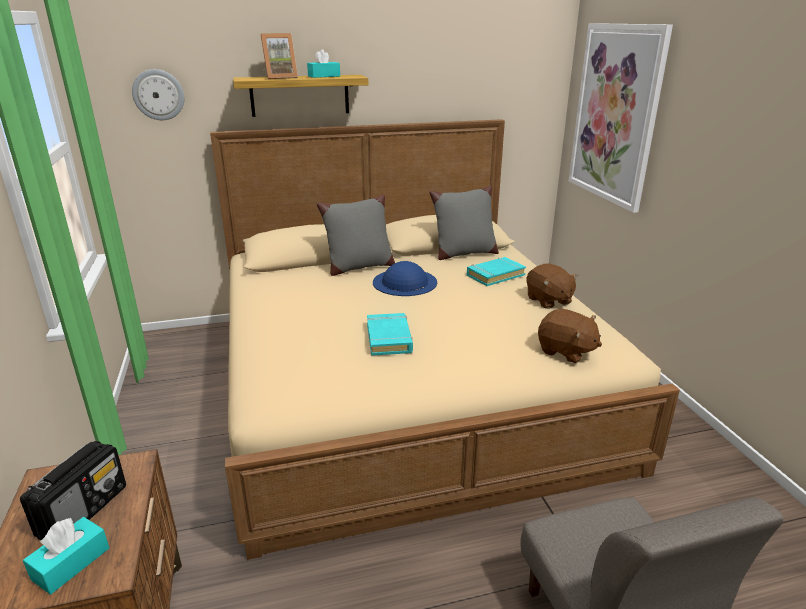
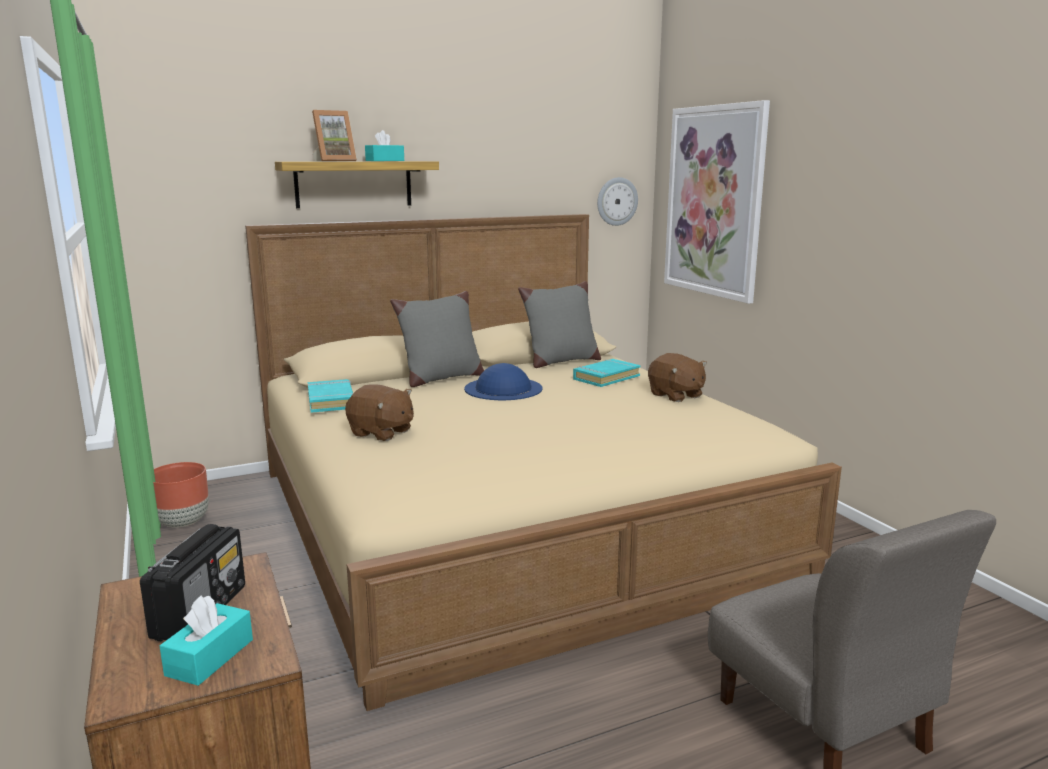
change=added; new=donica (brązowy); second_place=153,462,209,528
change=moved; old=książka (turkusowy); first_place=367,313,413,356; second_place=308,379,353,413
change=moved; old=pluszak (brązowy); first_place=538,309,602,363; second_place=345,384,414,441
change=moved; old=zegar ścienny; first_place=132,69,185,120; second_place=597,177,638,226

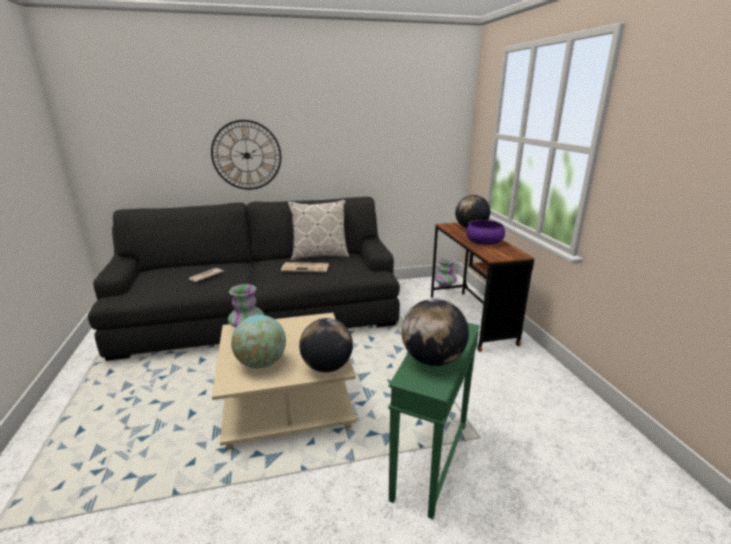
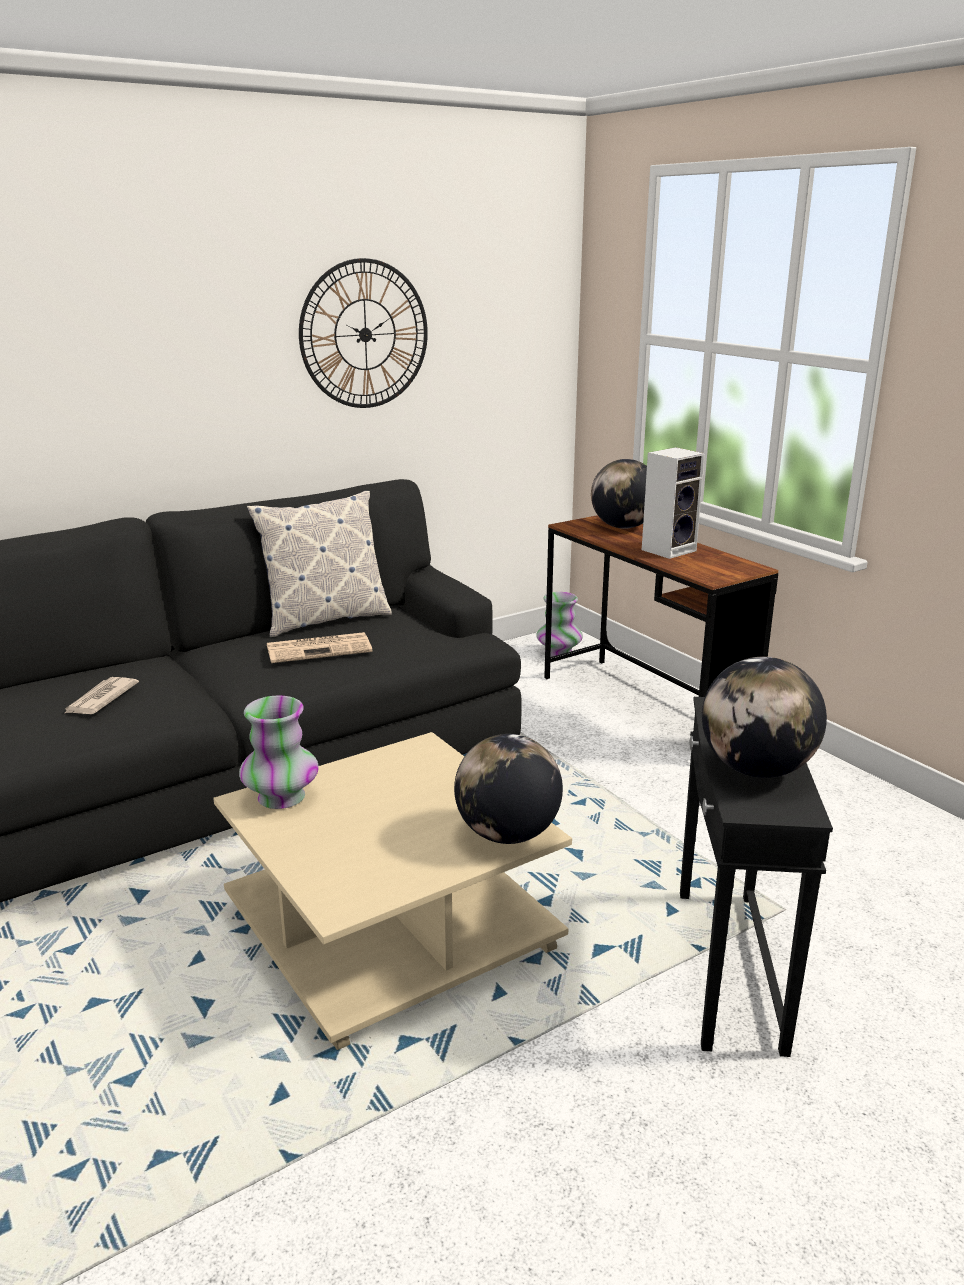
change=moved; old=zegar ścienny; first_place=211,120,281,190; second_place=299,258,428,408
change=replaced; old=miska (fioletowy); new=głośnik; first_place=466,220,505,245; second_place=642,447,705,559
change=recoloured; old=stolik (zielony); new=stolik (czarny); first_place=388,323,480,519; second_place=680,697,833,1057
change=removed; old=globus; first_place=231,315,286,369

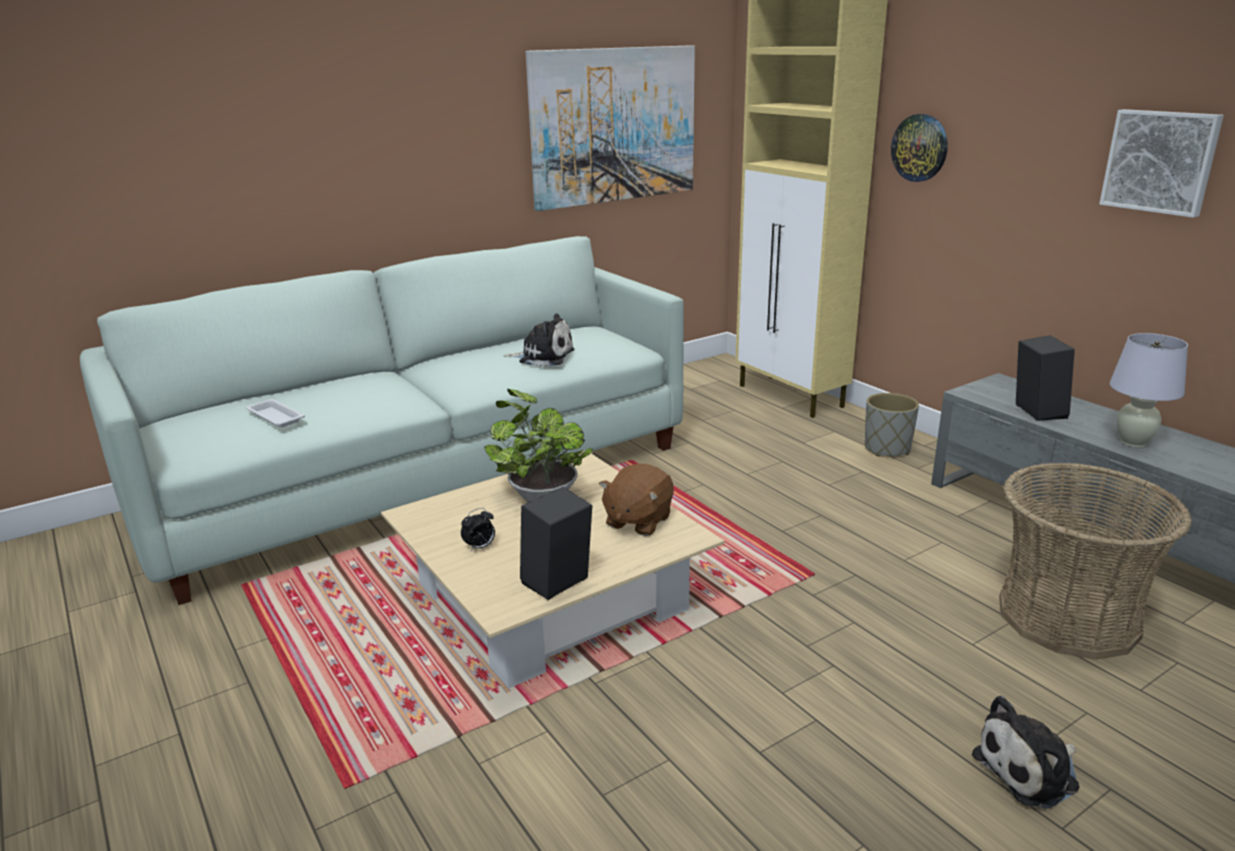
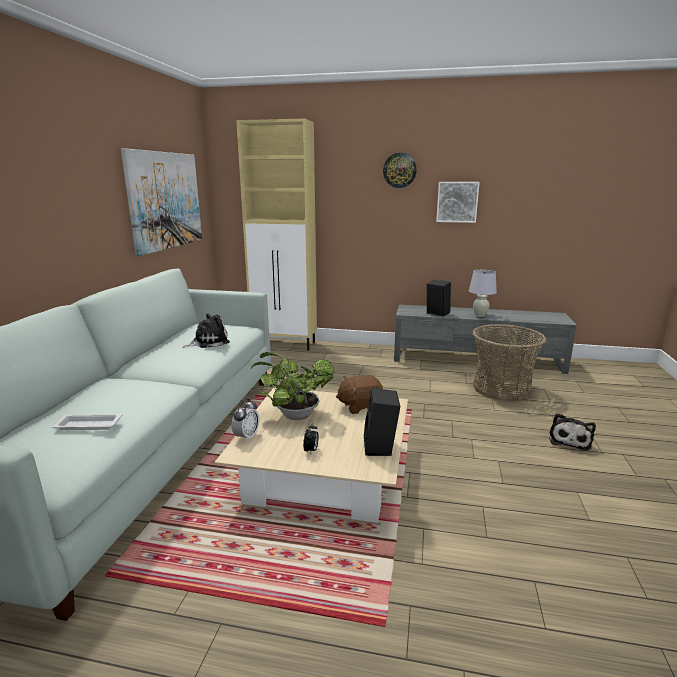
change=added; new=budzik; second_place=231,399,260,442
change=turned; old=pluszak (brązowy); first_place=599,464,674,536; second_place=336,375,383,414; degrees=90
change=moved; old=zegar ścienny; first_place=891,114,948,182; second_place=383,153,417,188
change=removed; old=donica (szary); first_place=865,393,919,457

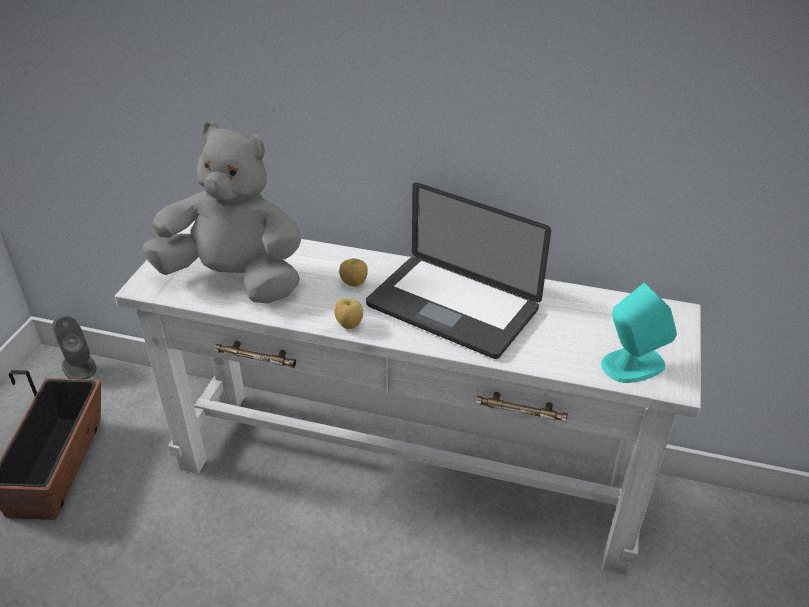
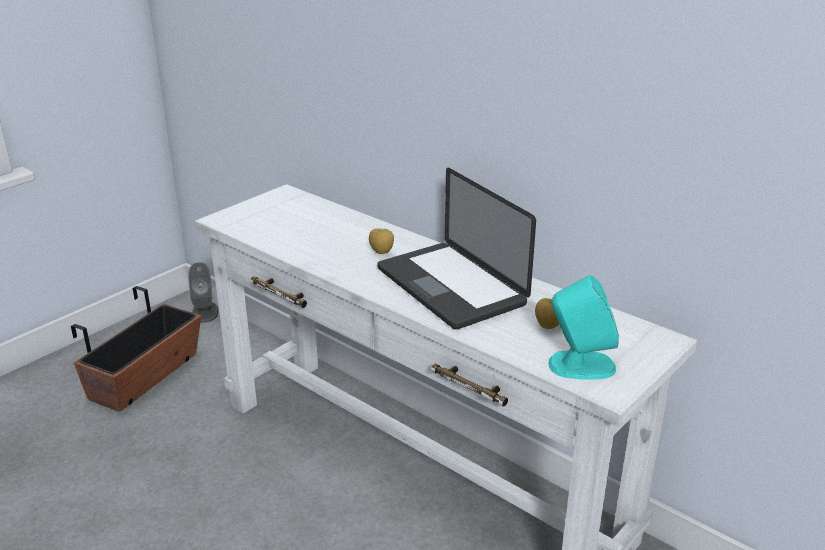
change=moved; old=jabłko; first_place=334,299,363,329; second_place=535,298,559,329
change=removed; old=pluszak (szary); first_place=142,122,301,304

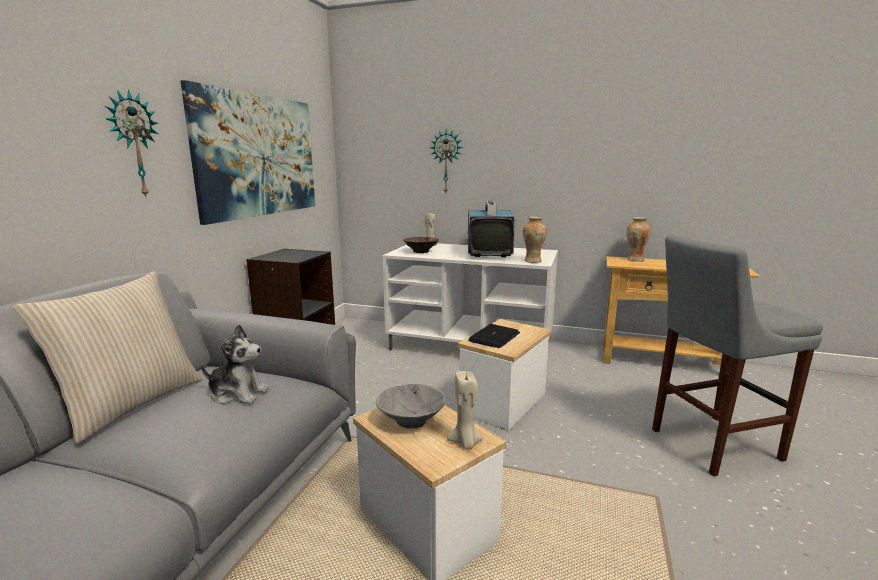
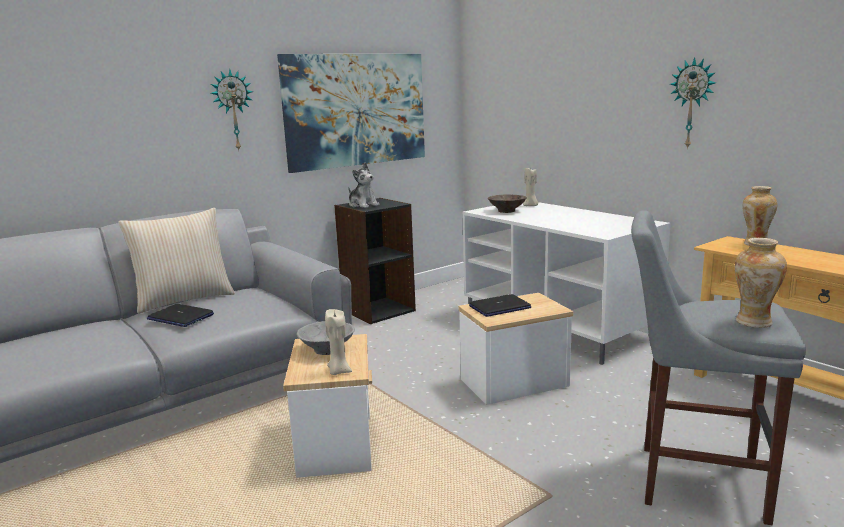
change=added; new=laptop; second_place=147,304,214,327
change=moved; old=pluszak; first_place=201,324,269,405; second_place=348,163,379,208
change=moved; old=zegar ścienny; first_place=429,129,463,193; second_place=670,57,716,149
change=moved; old=wazon; first_place=523,217,547,263; second_place=735,238,787,328
change=removed; old=telewizor; first_place=466,200,516,257

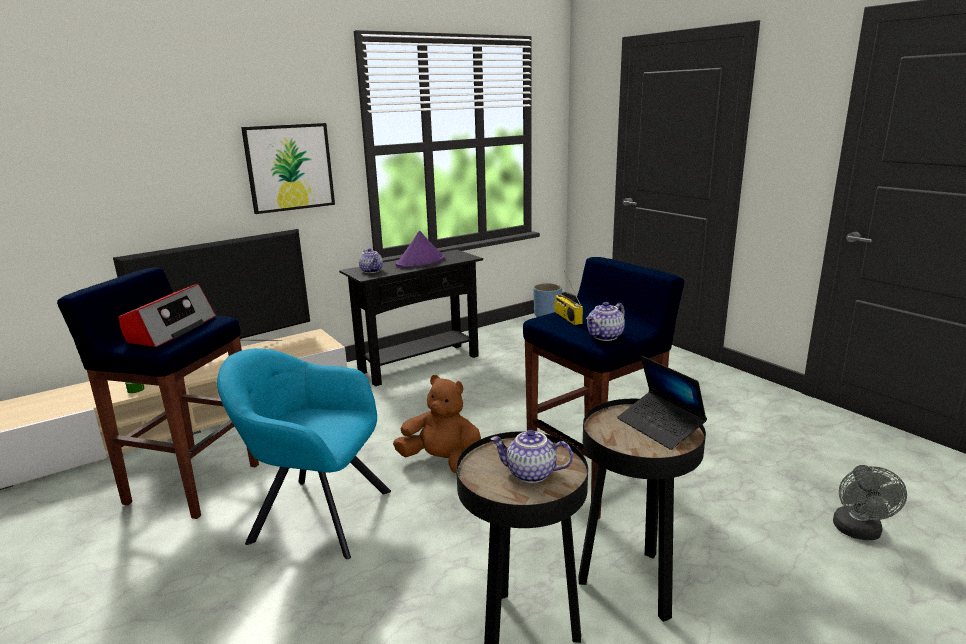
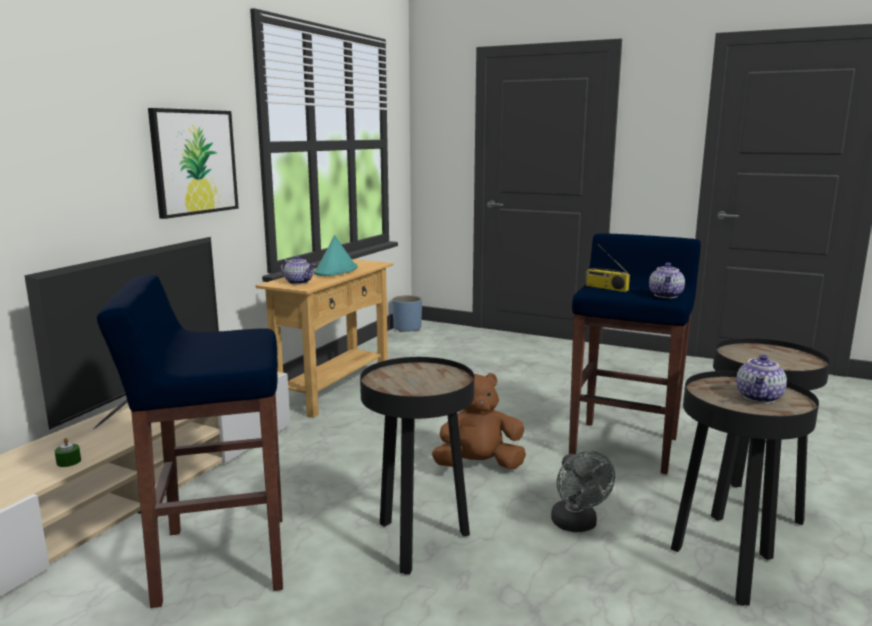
change=recoloured; old=stolik konsolowy (czarny); new=stolik konsolowy (beżowy); first_place=339,249,483,386; second_place=256,259,393,418
change=recoloured; old=kapelusz (fioletowy); new=kapelusz (turkusowy); first_place=396,231,445,267; second_place=313,235,357,276
change=replaced; old=fotel (turkusowy); new=stolik (czarny); first_place=217,348,391,559; second_place=360,357,474,575
change=moved; old=wentylator (szary); first_place=833,465,907,540; second_place=551,451,615,532
change=turned; old=imbryk; first_place=490,430,573,483; second_place=736,355,787,403; degrees=-45
change=removed; old=radio; first_place=118,284,216,347
change=removed; old=laptop; first_place=617,356,707,450

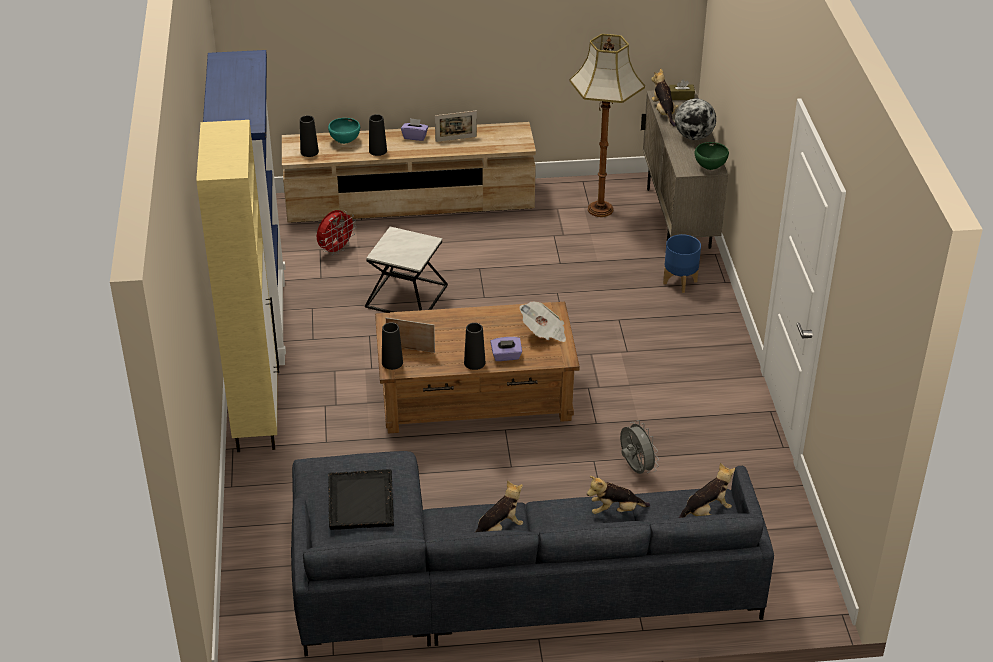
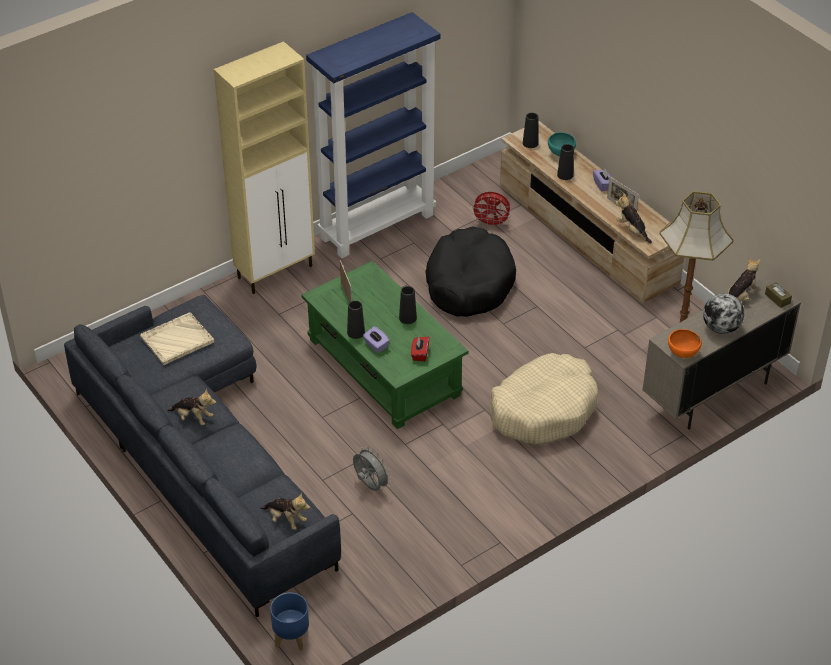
change=recoloured; old=taca (czarny); new=taca (beżowy); first_place=328,469,394,530; second_place=140,312,214,365
change=moved; old=donica (niebieski); first_place=663,234,701,293; second_place=270,593,309,651
change=recoloured; old=ława (brązowy); new=ława (zielony); first_place=375,302,580,434; second_place=301,261,468,429
change=turned; old=wentylator (szary); first_place=620,420,659,474; second_place=353,446,391,491; degrees=-75
change=moved; old=wazon (czarny); first_place=382,322,403,370; second_place=399,286,417,324
change=replaced; old=gazeta; new=pudełko chusteczek (czerwony); first_place=520,302,566,342; second_place=411,336,429,361
change=replaced; old=stolik; new=legowisko (czarny); first_place=365,227,448,313; second_place=425,226,516,317
change=added; new=legowisko (beżowy); second_place=489,353,598,444
change=moved; old=pluszak; first_place=587,476,650,514; second_place=615,193,652,243
change=recoloured; old=miska (zielony); new=miska (pomarańczowy); first_place=695,142,729,170; second_place=668,329,702,358

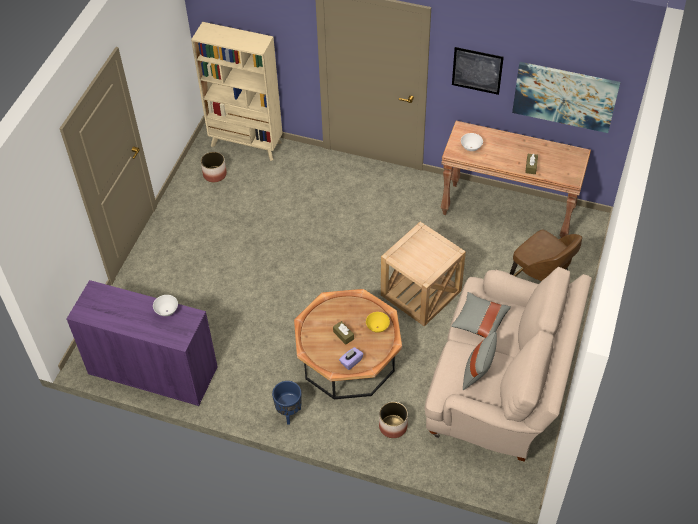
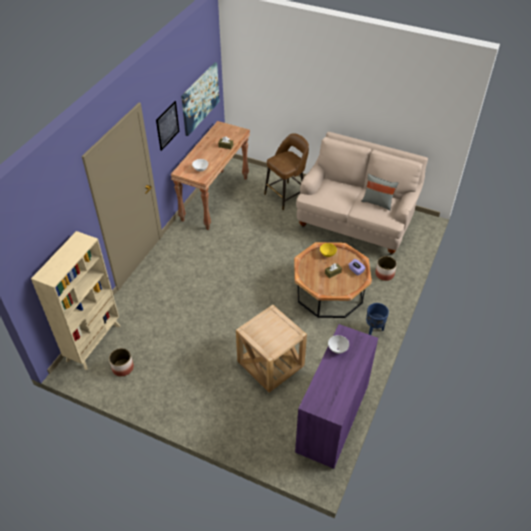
change=moved; old=stolik (beżowy); first_place=381,222,466,326; second_place=236,305,307,393
change=removed; old=poduszka (szary); first_place=451,292,511,338

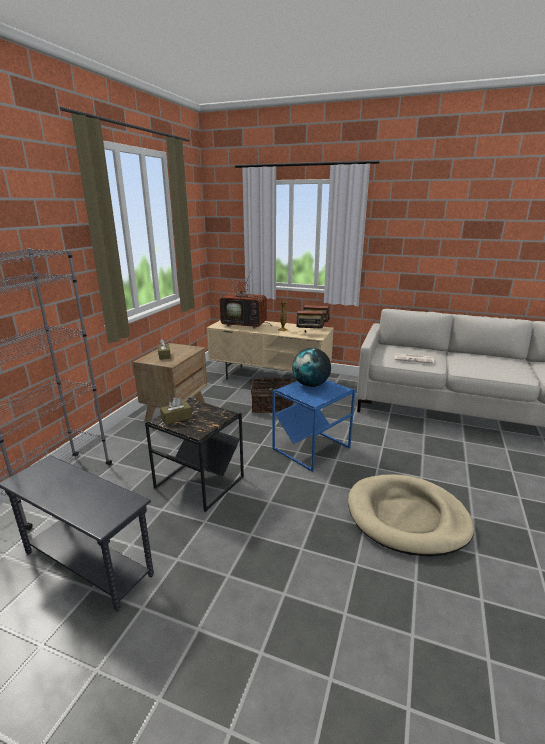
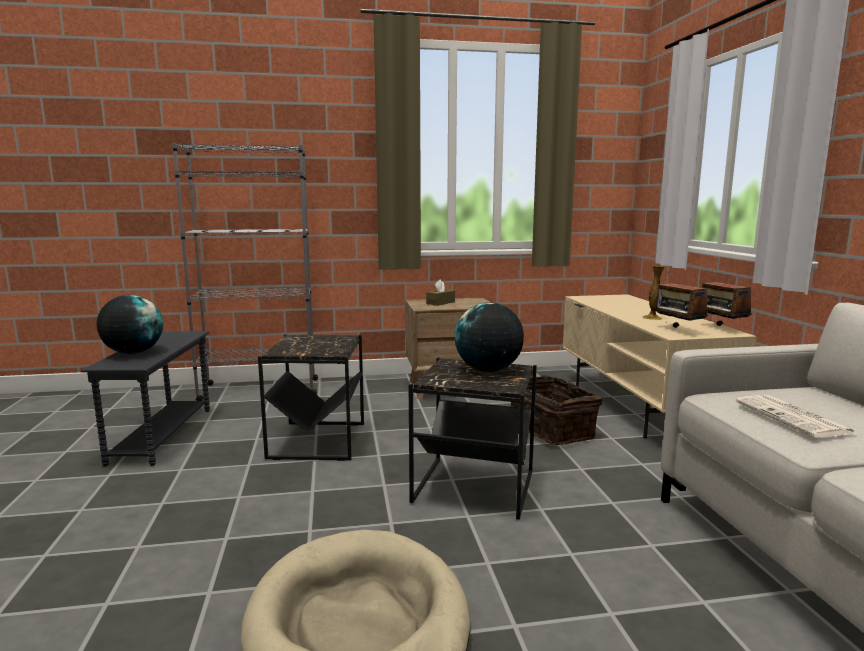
change=added; new=globus; second_place=97,295,163,354
change=recoloured; old=stolik (niebieski); new=stolik (czarny); first_place=273,380,355,472; second_place=409,357,537,520
change=removed; old=pudełko chusteczek (brązowy); first_place=160,397,192,425
change=removed; old=telewizor; first_place=220,269,272,328

